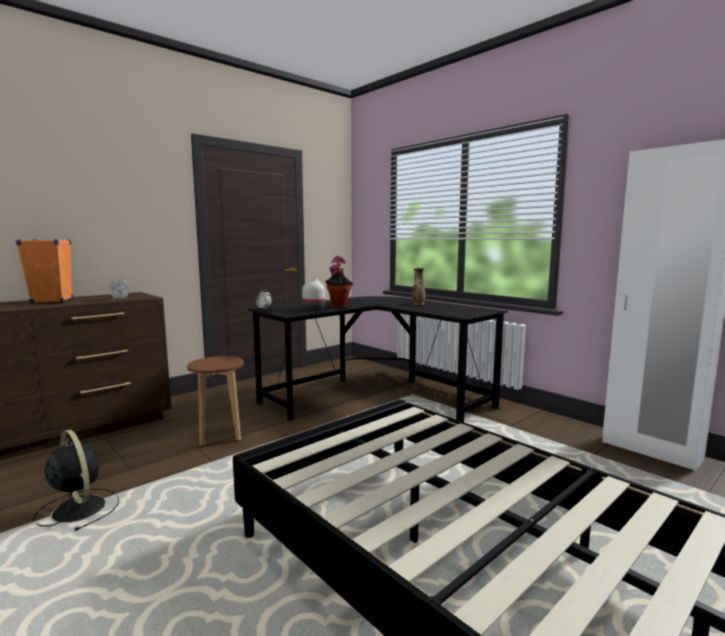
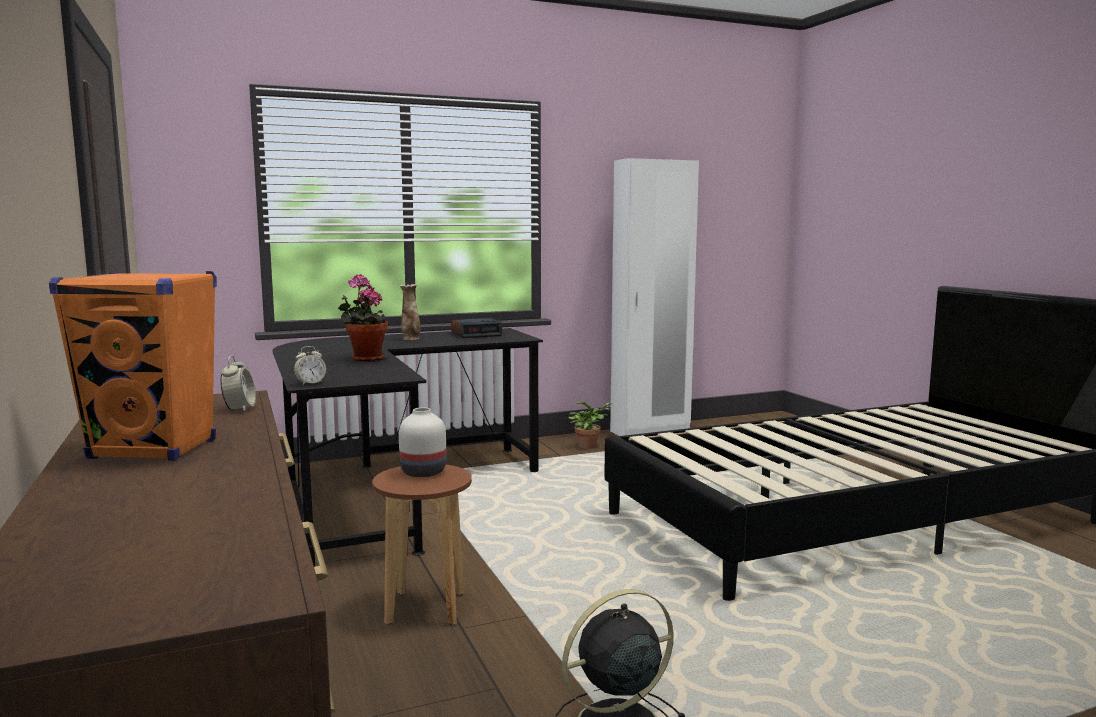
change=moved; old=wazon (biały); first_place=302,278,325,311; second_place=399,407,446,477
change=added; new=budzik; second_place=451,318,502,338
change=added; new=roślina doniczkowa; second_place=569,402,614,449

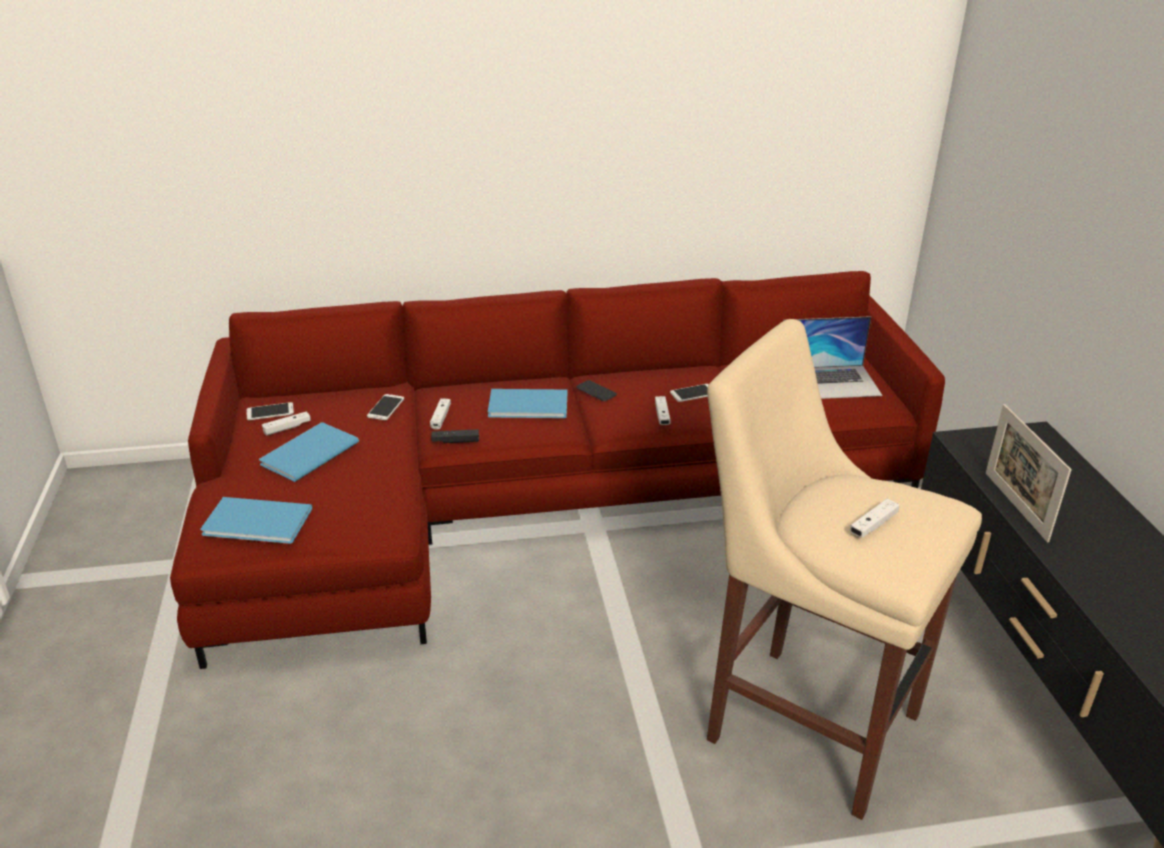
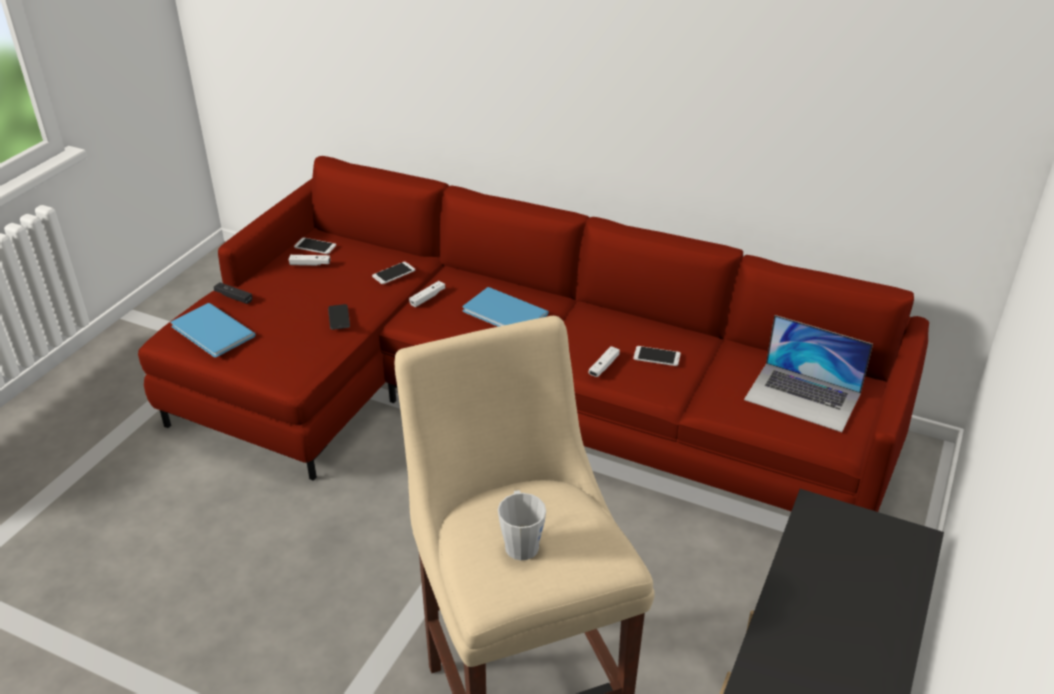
change=moved; old=pad do gier (czarny); first_place=431,429,479,443; second_place=214,282,252,304
change=moved; old=telefon; first_place=576,380,617,401; second_place=328,304,350,330
change=replaced; old=pad do gier (biały); new=kubek (szary); first_place=850,499,900,538; second_place=498,490,546,560
change=removed; old=książka (niebieski); first_place=259,422,359,482
change=removed; old=ramka na zdjęcie; first_place=986,404,1072,543

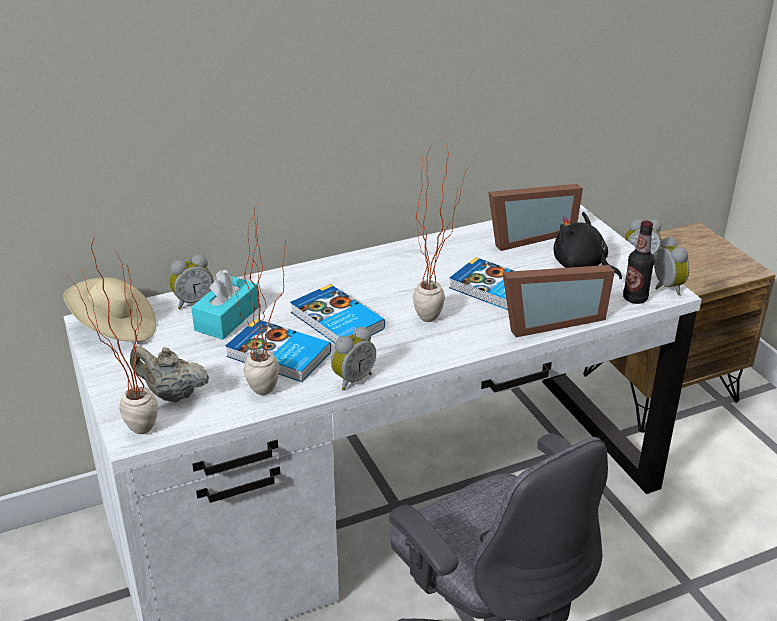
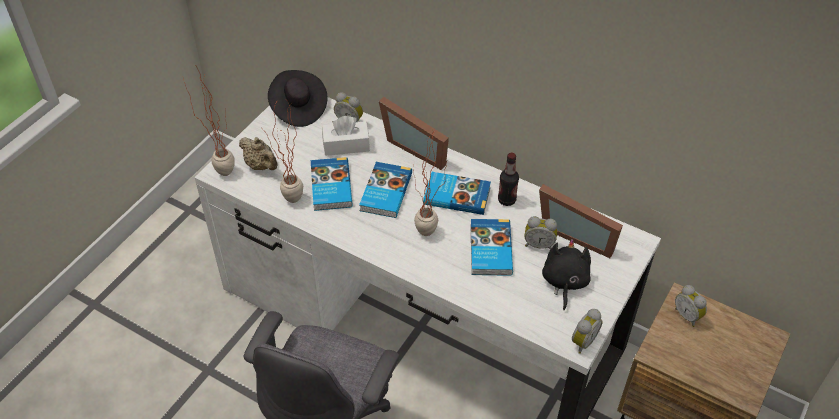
change=turned; old=imbryk (beżowy); first_place=130,346,209,402; second_place=239,137,277,170; degrees=150
change=recoloured; old=kapelusz (beżowy); new=kapelusz (czarny); first_place=63,277,156,342; second_place=268,70,328,127
change=recoloured; old=pudełko chusteczek (turkusowy); new=pudełko chusteczek (biały); first_place=191,270,259,340; second_place=322,116,370,156
change=moved; old=ramka na zdjęcie; first_place=503,265,615,337; second_place=379,97,449,170
change=added; new=książka; second_place=423,172,491,215
change=moved; old=butelka; first_place=623,221,655,304; second_place=498,153,519,206
change=moved; old=budzik; first_place=331,327,376,391; second_place=525,216,557,250

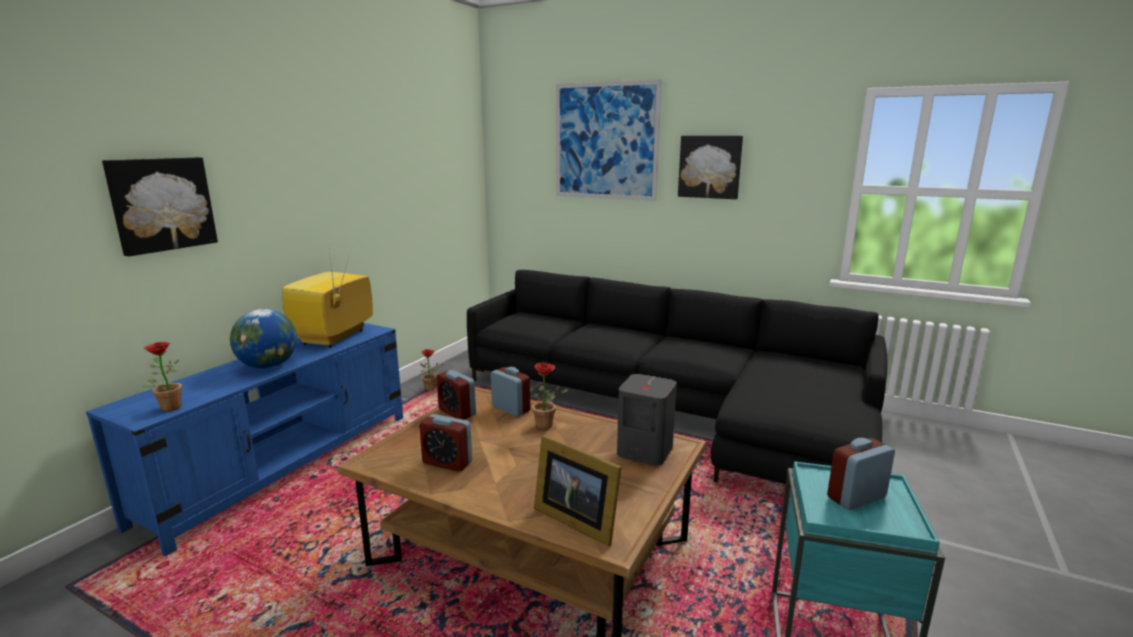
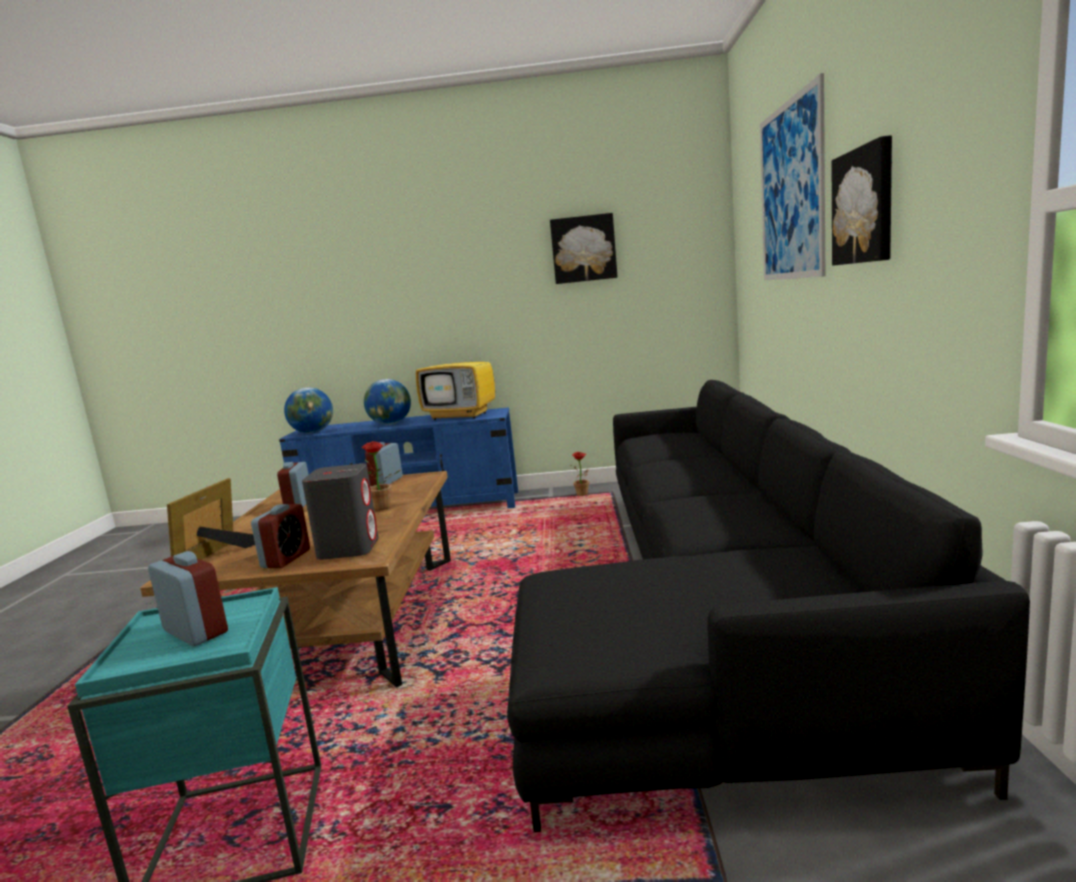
change=moved; old=budzik; first_place=491,367,530,417; second_place=251,504,310,568
change=replaced; old=roślina doniczkowa; new=globus; first_place=143,342,182,412; second_place=284,387,333,434
change=turned; old=telewizor; first_place=282,244,373,347; second_place=416,330,495,420; degrees=-150
change=moved; old=obraz; first_place=102,157,218,256; second_place=550,213,617,284

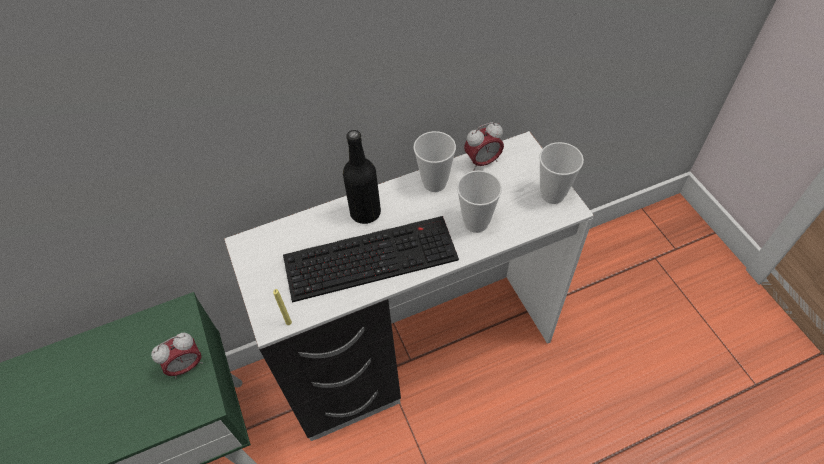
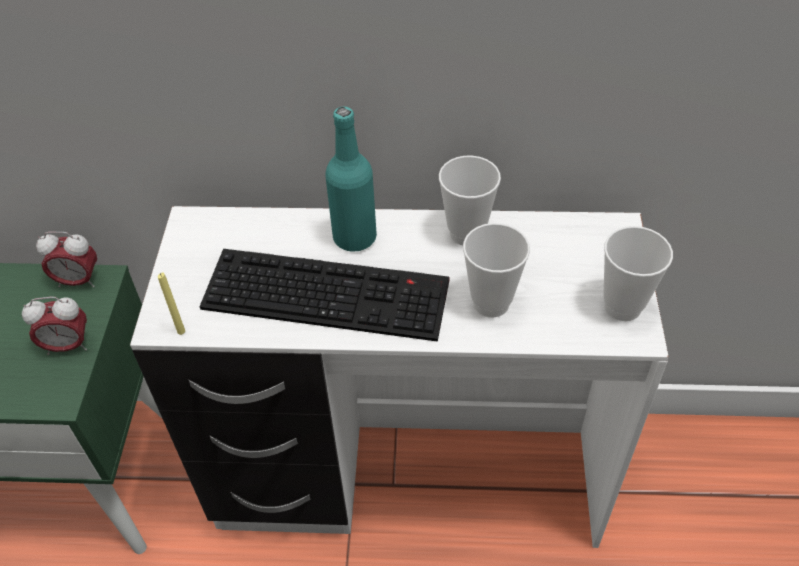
change=moved; old=budzik; first_place=464,122,504,171; second_place=36,232,97,287
change=recoloured; old=butelka (czarny); new=butelka (turkusowy); first_place=343,130,381,224; second_place=325,107,377,252

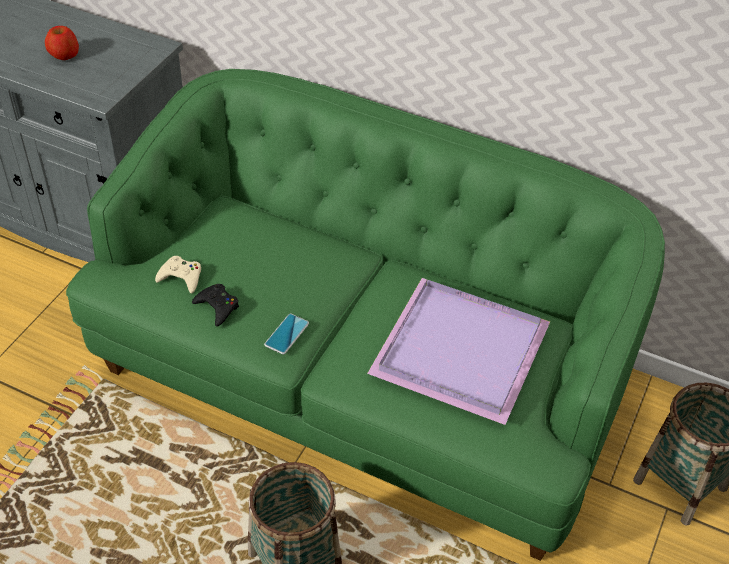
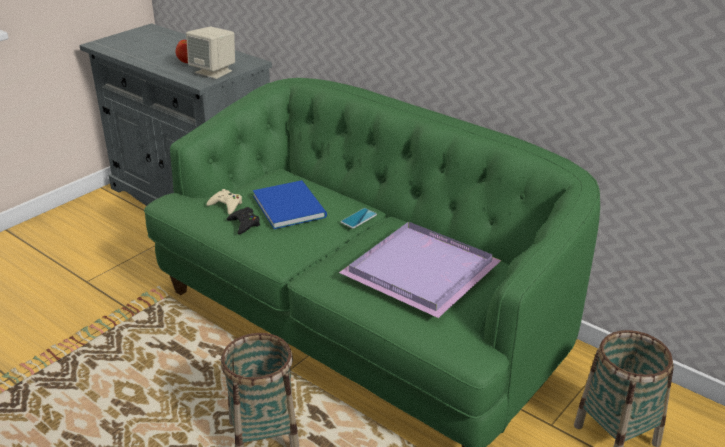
change=added; new=głośnik (beżowy); second_place=186,27,235,79
change=added; new=książka (niebieski); second_place=253,180,327,229
change=moved; old=telefon; first_place=264,314,309,354; second_place=341,208,377,229

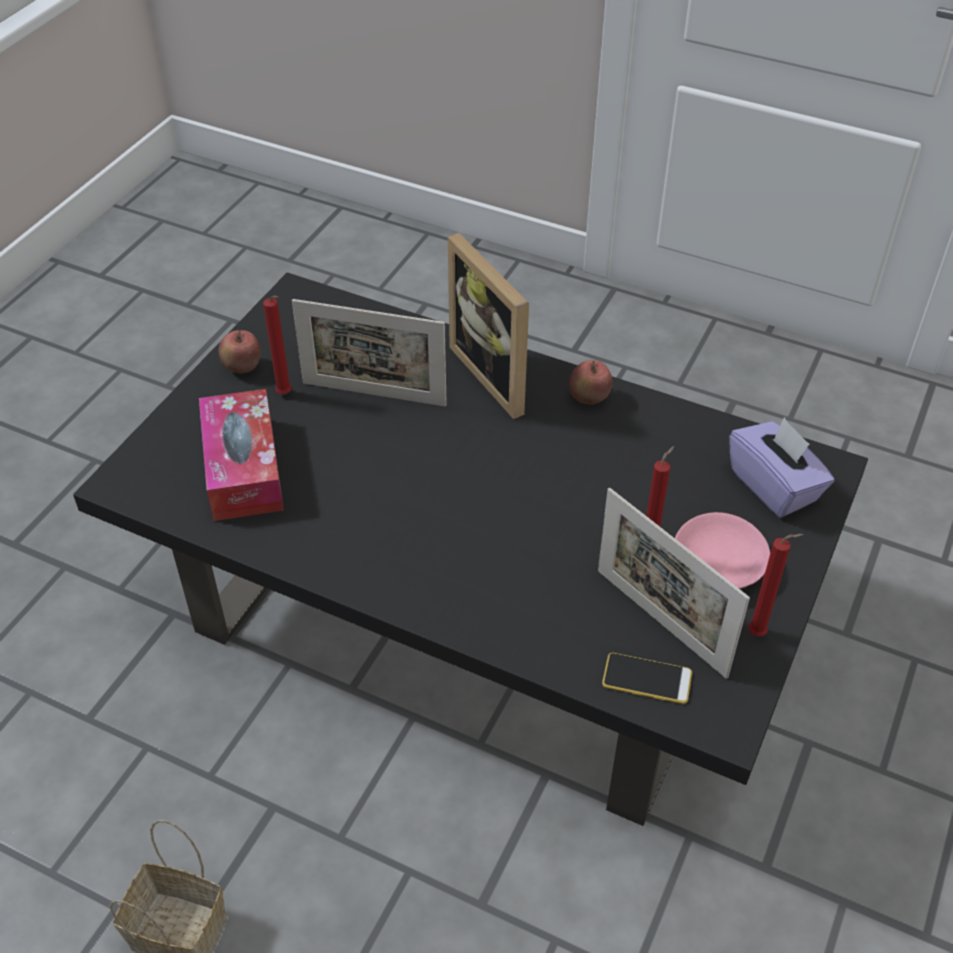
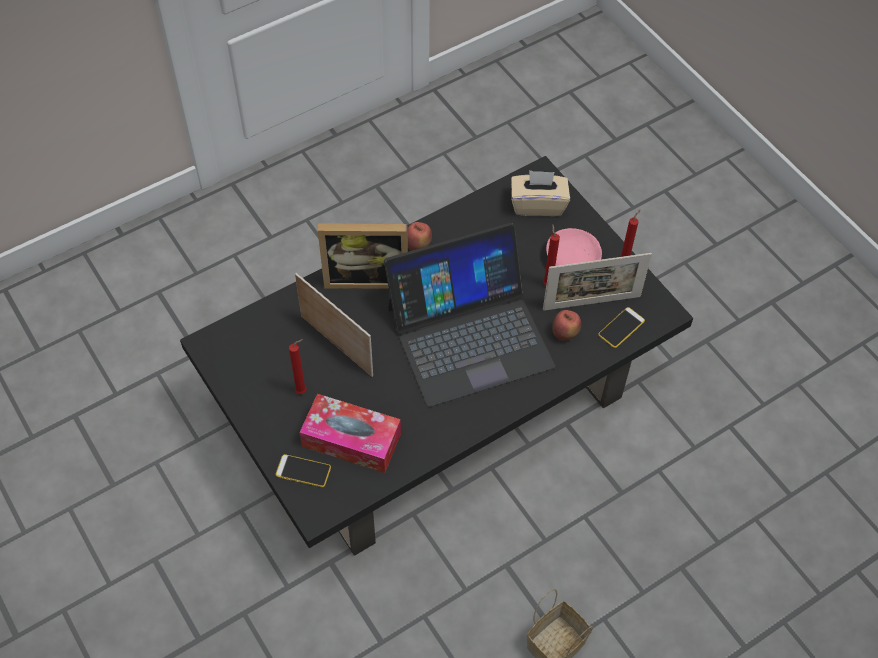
change=added; new=telefon; second_place=276,454,331,487
change=turned; old=ramka na zdjęcie; first_place=292,299,447,407; second_place=295,273,373,377; degrees=-90
change=added; new=laptop; second_place=384,223,555,407
change=recoloured; old=pudełko chusteczek (fioletowy); new=pudełko chusteczek (beżowy); first_place=729,417,834,518; second_place=511,170,570,216
change=moved; old=jabłko; first_place=218,330,260,373; second_place=552,310,581,340

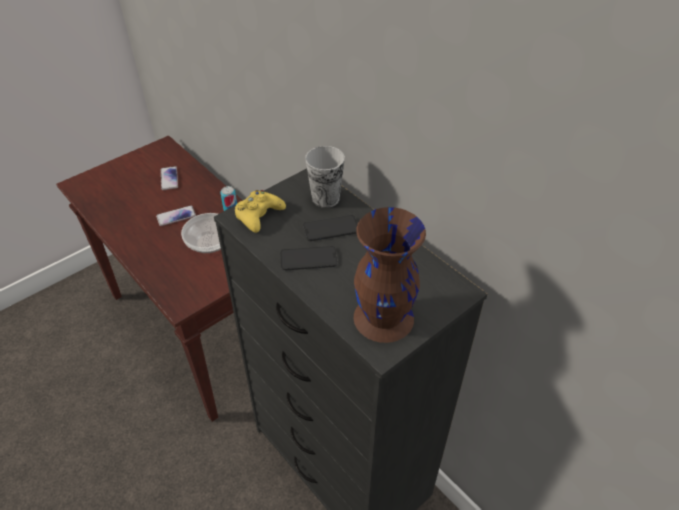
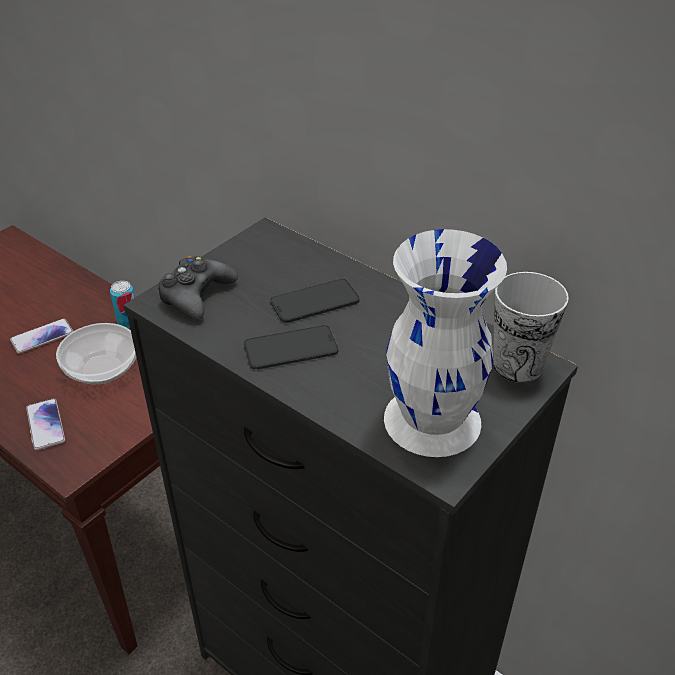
change=moved; old=telefon; first_place=161,166,178,190; second_place=26,398,65,451
change=recoloured; old=pad do gier (żółty); new=pad do gier (czarny); first_place=235,190,286,233; second_place=158,256,238,320
change=recoloured; old=wazon (brązowy); new=wazon (biały); first_place=354,207,426,343; second_place=384,229,507,457
change=moved; old=filiżanka; first_place=305,146,345,208; second_place=493,272,569,383

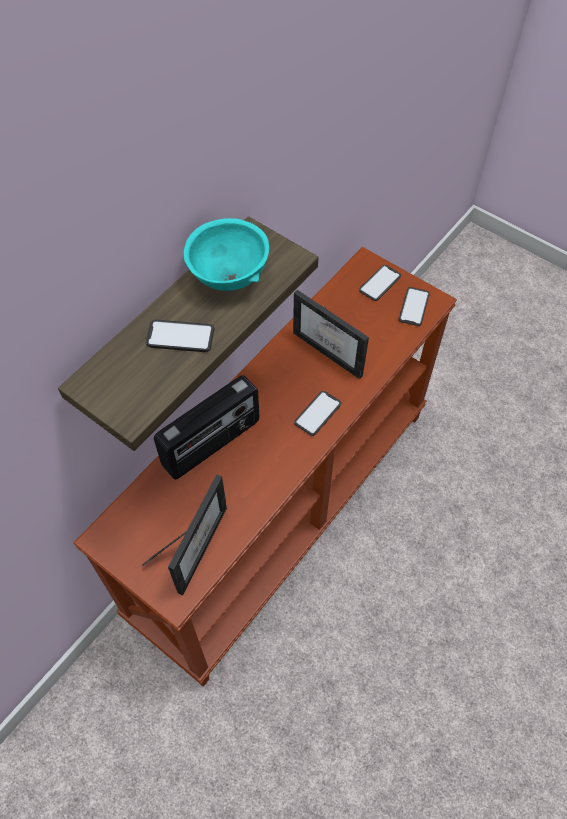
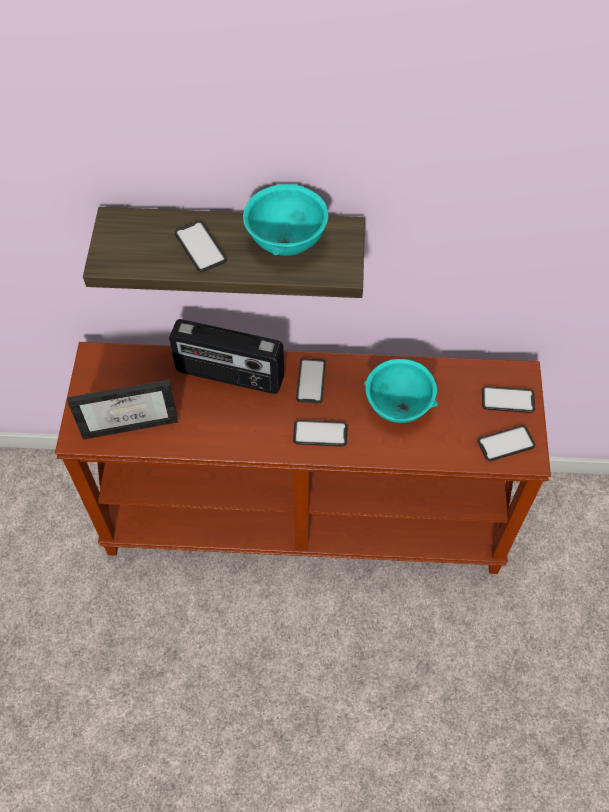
change=added; new=telefon; second_place=296,358,326,403
change=replaced; old=ramka na zdjęcie; new=miska (turkusowy); first_place=293,290,369,379; second_place=364,359,438,423

